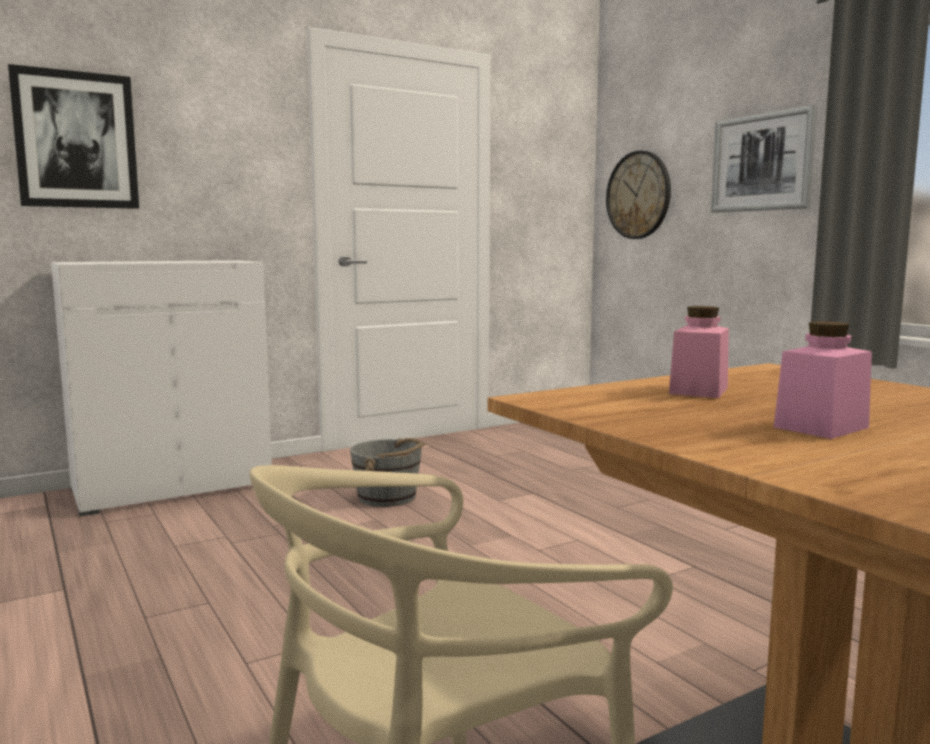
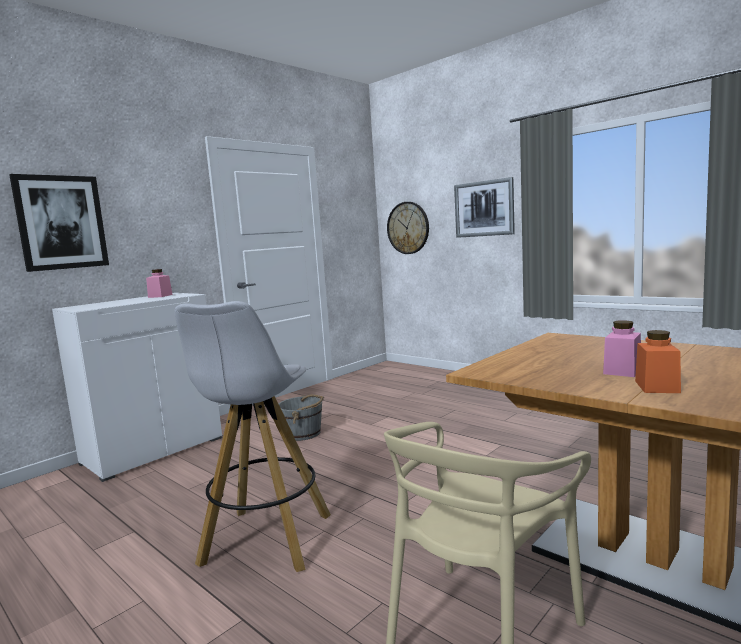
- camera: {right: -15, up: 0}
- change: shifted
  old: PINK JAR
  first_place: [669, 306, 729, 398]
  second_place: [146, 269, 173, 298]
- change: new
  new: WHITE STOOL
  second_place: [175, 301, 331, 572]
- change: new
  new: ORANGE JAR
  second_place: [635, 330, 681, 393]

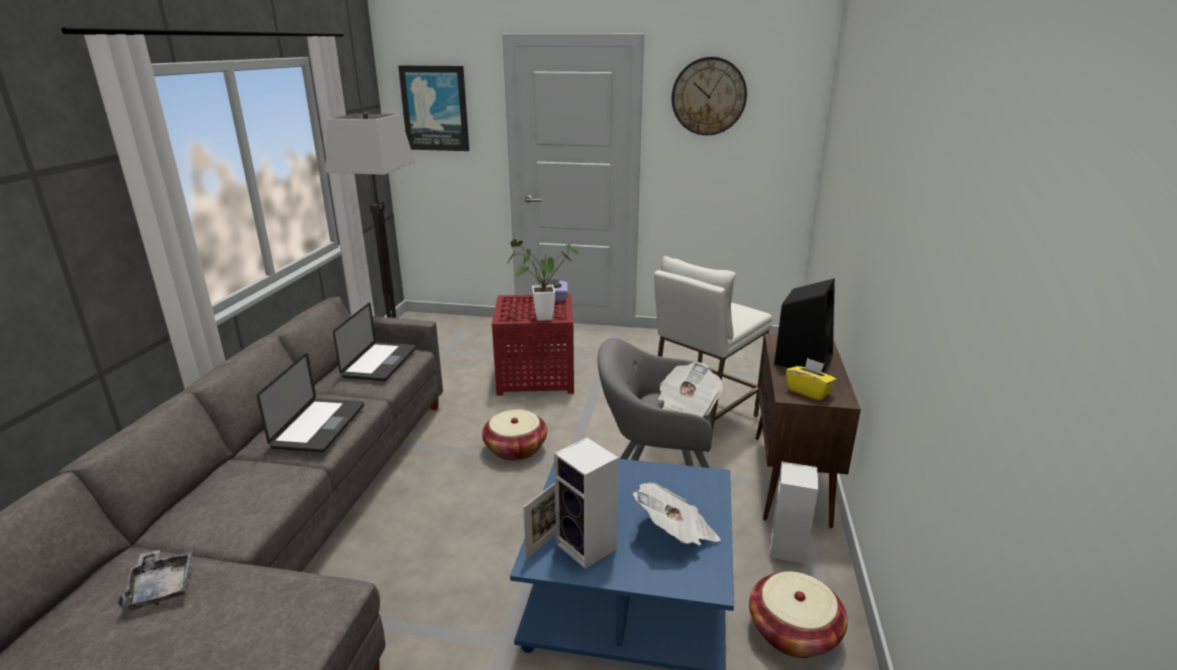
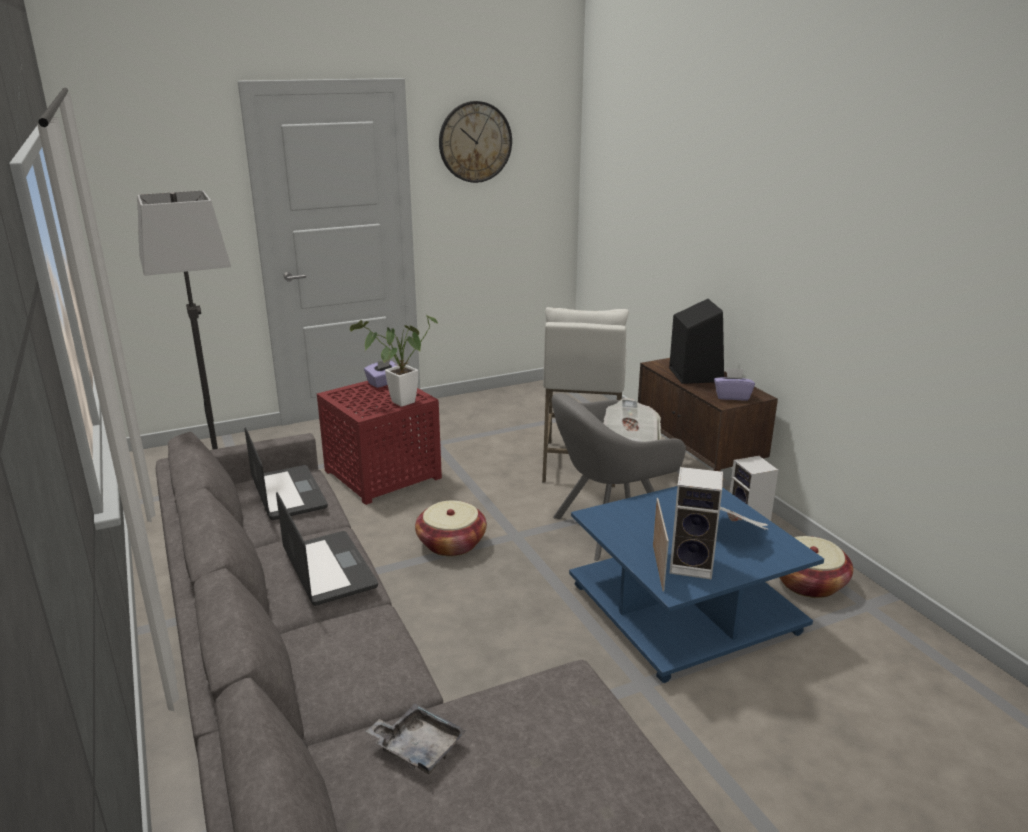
- camera: {right: -35, up: 0}
- change: gone
  old: PICTURE
  first_place: [398, 66, 469, 151]
- change: repainted
  old: YELLOW TISSUE BOX
  new: PURPLE TISSUE BOX
  first_place: [786, 358, 837, 401]
  second_place: [714, 368, 755, 400]

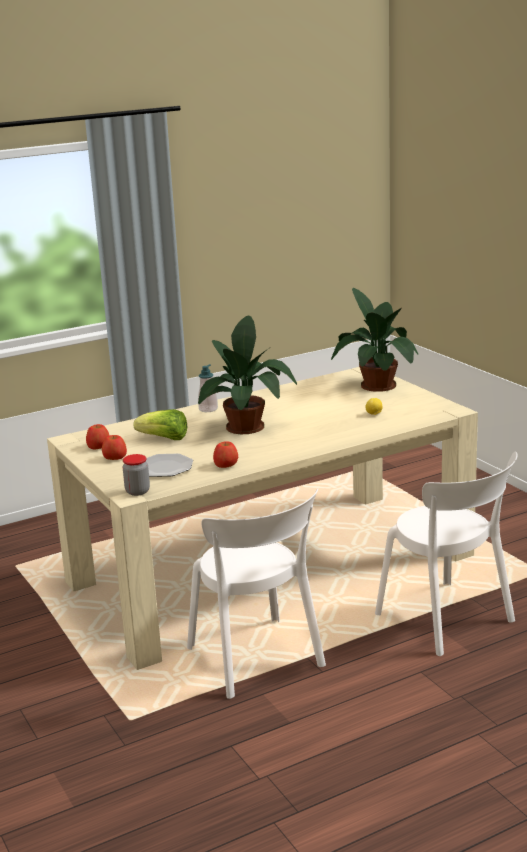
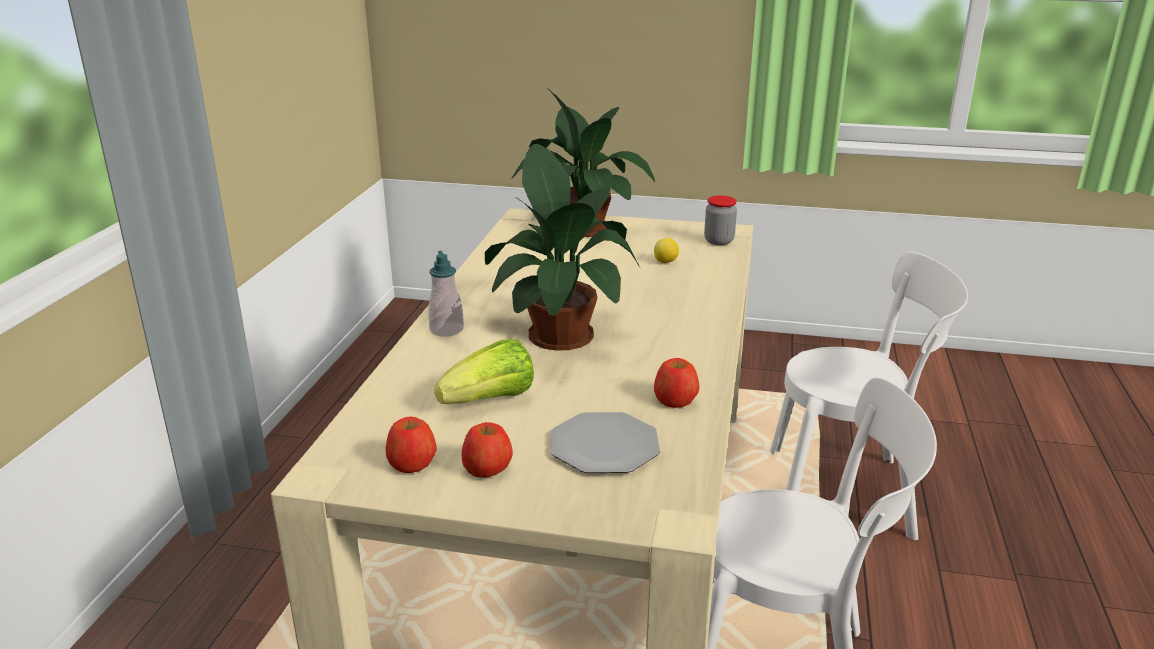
- camera: {right: -50, up: 5}
- change: shifted
  old: JAR
  first_place: [123, 454, 150, 496]
  second_place: [704, 195, 737, 245]

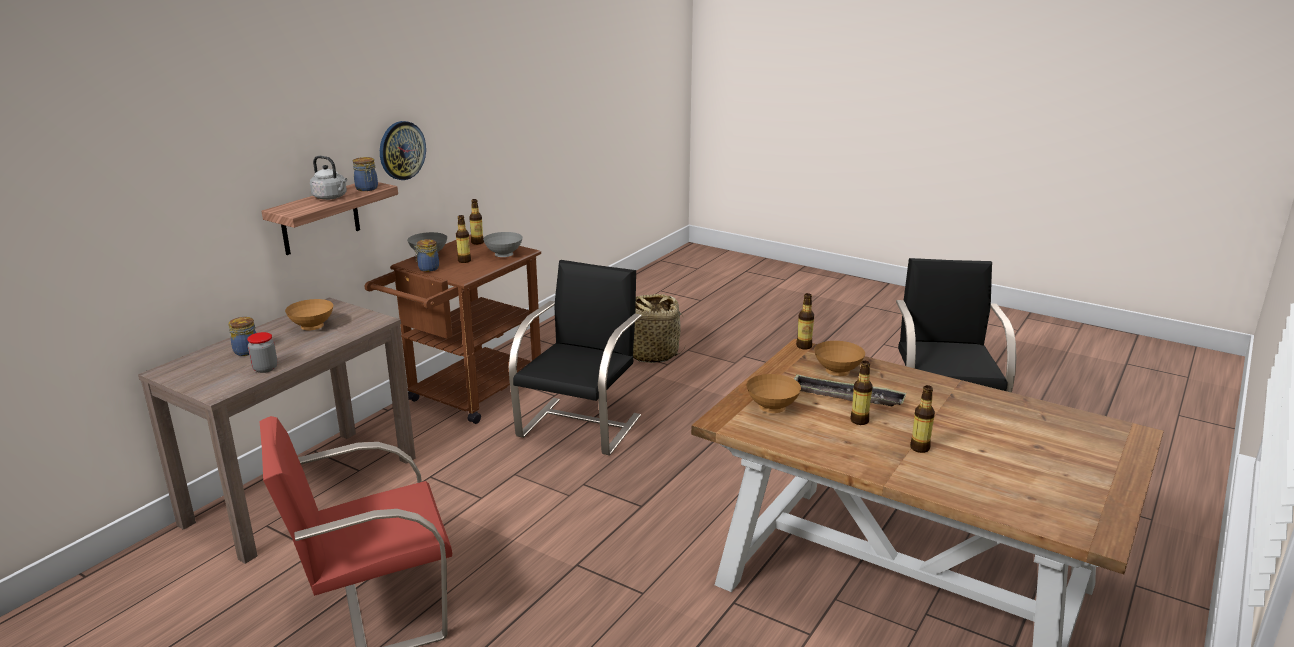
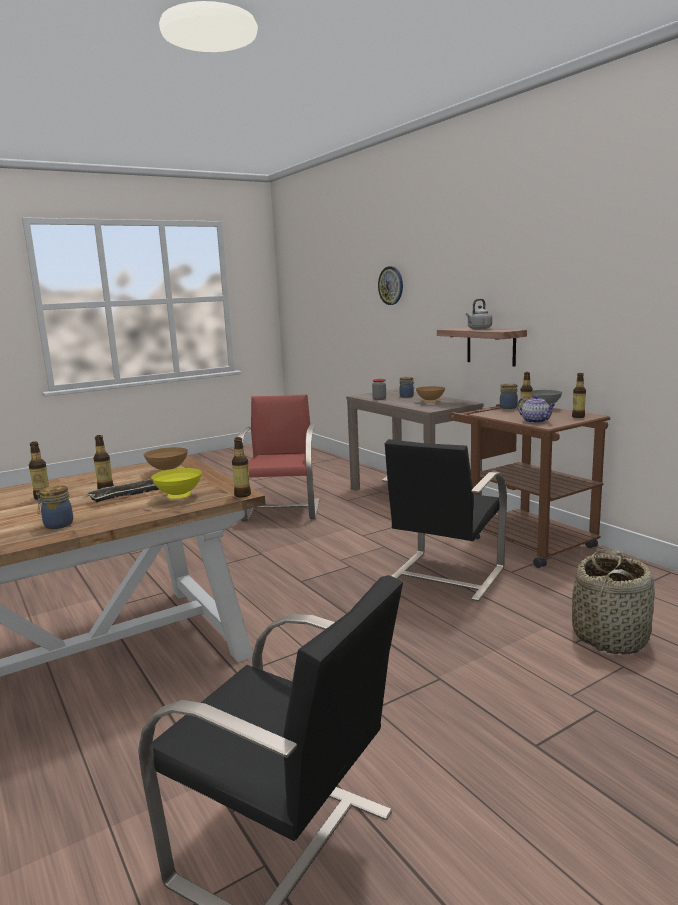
- camera: {right: 115, up: -10}
- change: shifted
  old: WALL CLOCK
  first_place: [380, 121, 426, 180]
  second_place: [378, 266, 403, 305]
- change: shifted
  old: JAR
  first_place: [353, 157, 378, 191]
  second_place: [36, 485, 73, 529]
- change: swapped
  old: GREY BOWL
  new: TEAPOT
  first_place: [483, 232, 523, 257]
  second_place: [517, 395, 556, 423]
- change: rotated
  old: BLACK CHAIR
  first_place: [509, 260, 642, 456]
  second_place: [382, 439, 507, 601]
  degrees: 75
- change: repainted
  old: BROWN BOWL
  new: YELLOW BOWL
  first_place: [814, 341, 865, 376]
  second_place: [151, 468, 202, 499]

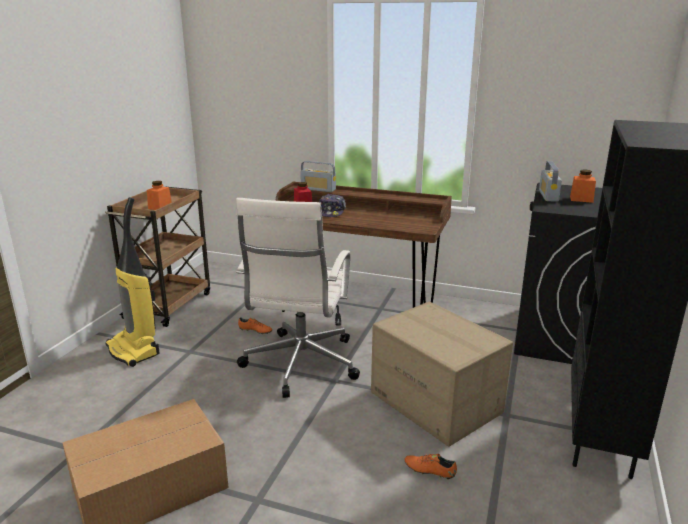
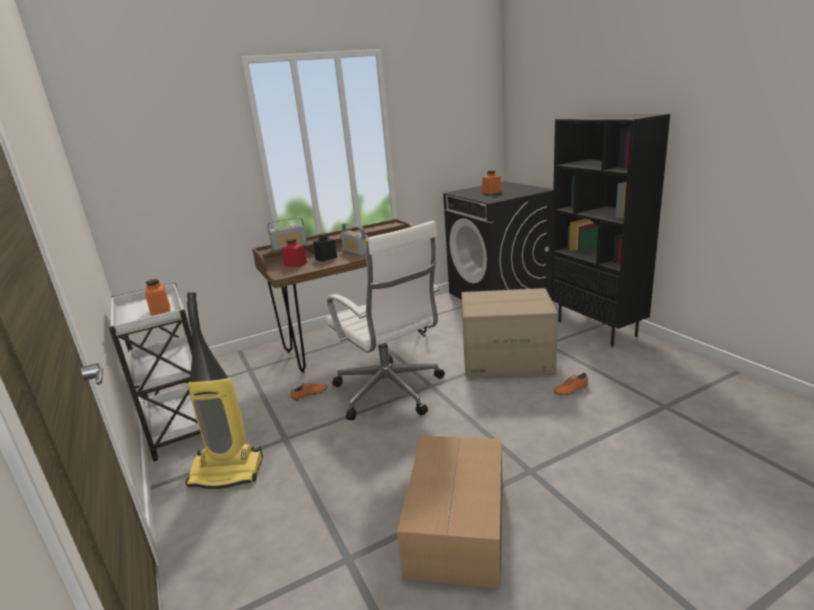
- camera: {right: -45, up: 0}
- change: shifted
  old: RADIO
  first_place: [539, 161, 562, 202]
  second_place: [341, 223, 368, 256]
- change: repainted
  old: BROWN CART
  new: WHITE CART
  first_place: [105, 187, 210, 327]
  second_place: [109, 282, 201, 461]
- change: swapped
  old: CAP
  new: BLACK JAR
  first_place: [319, 194, 346, 217]
  second_place: [313, 233, 337, 262]

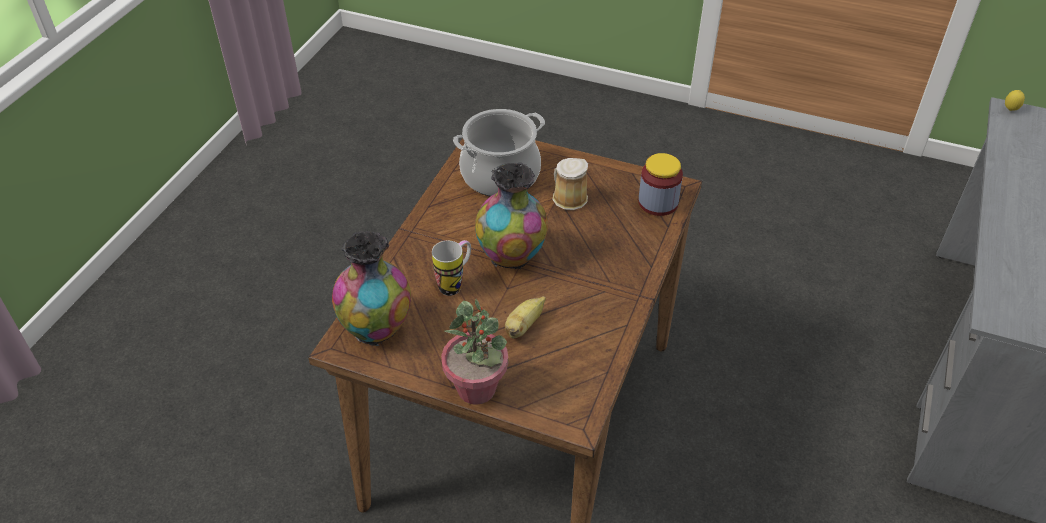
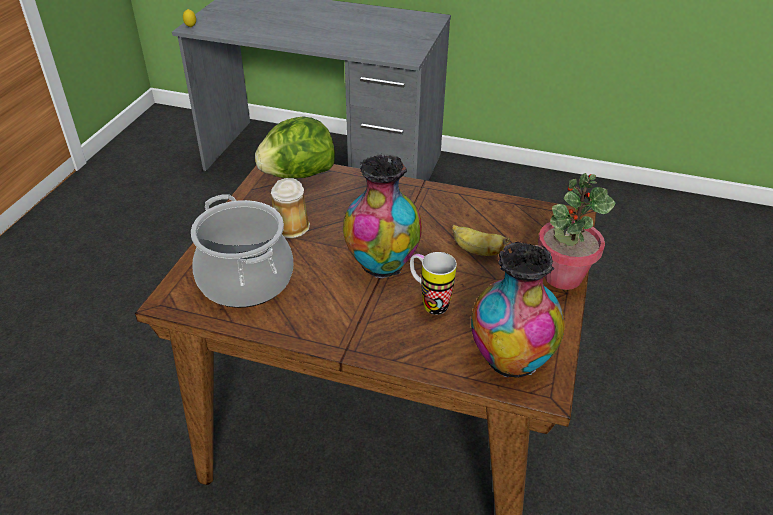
- camera: {right: -95, up: -5}
- change: swapped
  old: JAR
  new: LETTUCE
  first_place: [638, 153, 683, 216]
  second_place: [255, 116, 335, 178]

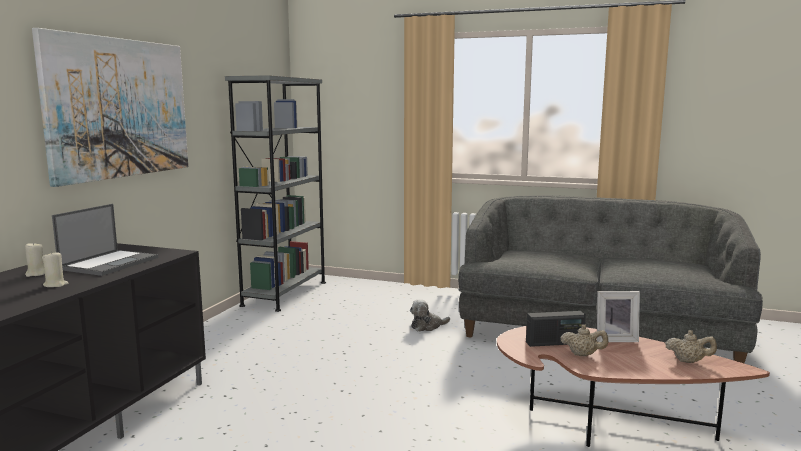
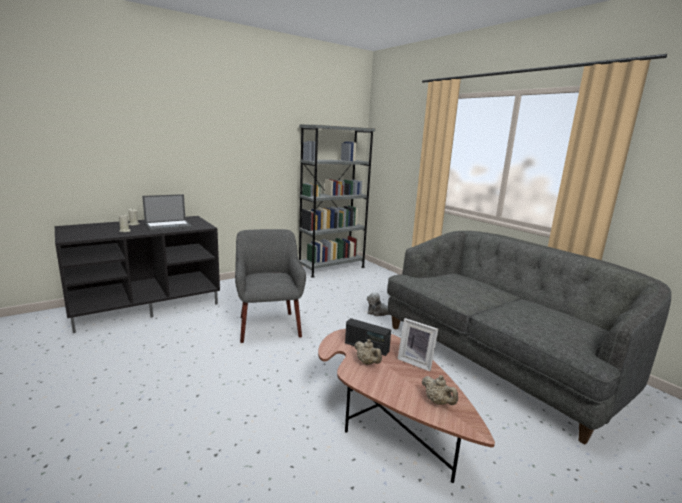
- camera: {right: 35, up: 5}
- change: gone
  old: PICTURE
  first_place: [32, 28, 188, 187]
- change: new
  new: GREY ARMCHAIR
  second_place: [235, 229, 306, 343]

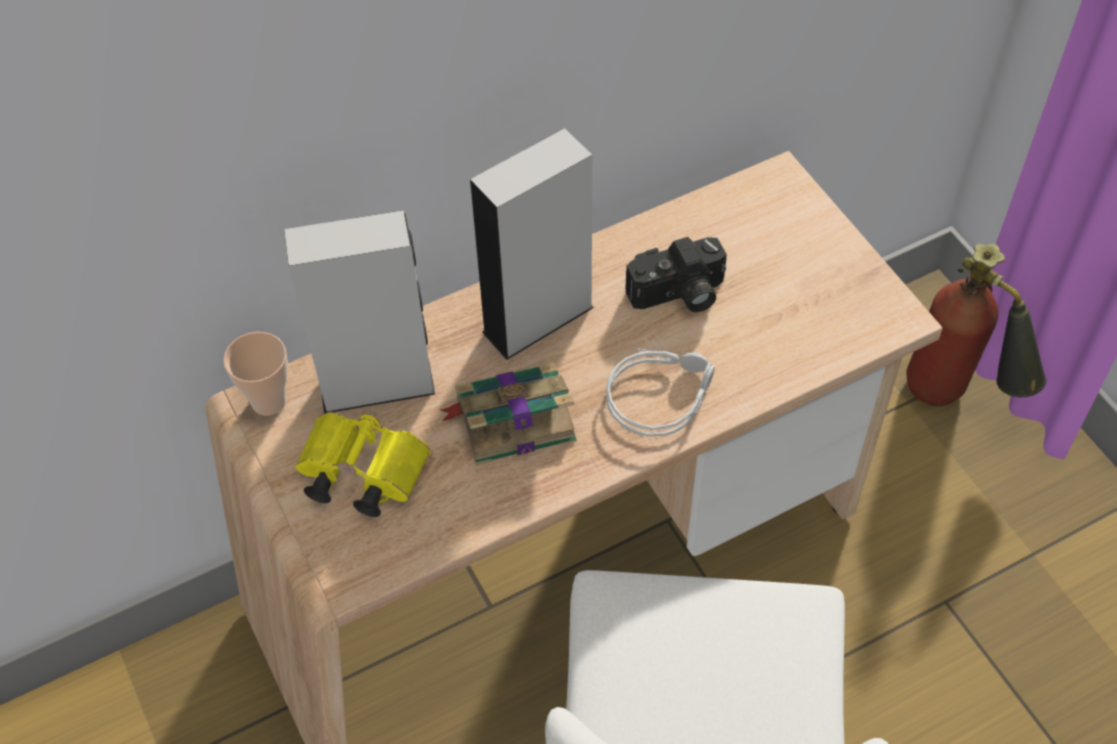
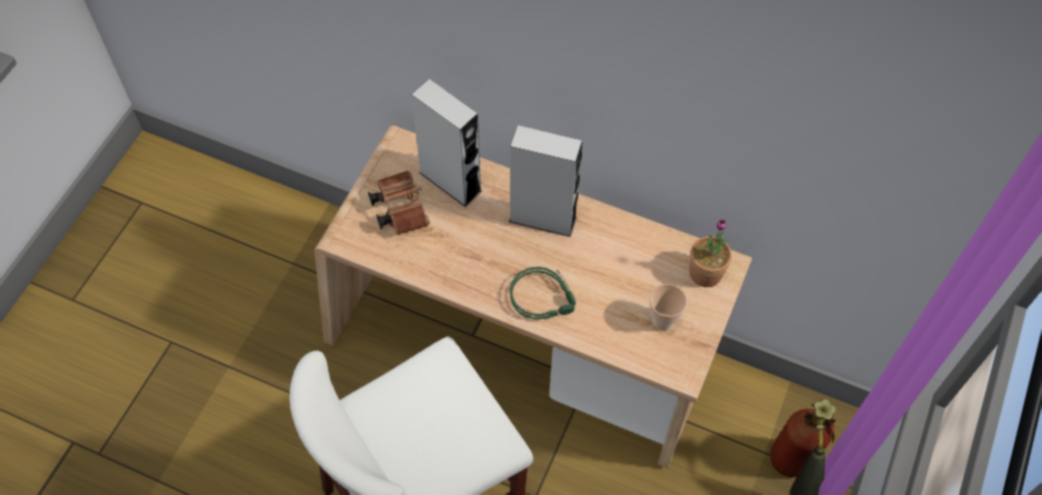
- camera: {right: 50, up: 5}
- change: gone
  old: PHOTO CAMERA
  first_place: [625, 237, 727, 312]
- change: shifted
  old: CUP
  first_place: [223, 332, 288, 416]
  second_place: [650, 284, 687, 331]
- change: repainted
  old: GREY HEADPHONES
  new: GREEN HEADPHONES
  first_place: [606, 349, 715, 437]
  second_place: [510, 267, 576, 320]
- change: gone
  old: BOOK
  first_place: [440, 363, 577, 465]
- change: repainted
  old: YELLOW BINOCULARS
  new: BROWN BINOCULARS
  first_place: [295, 411, 431, 517]
  second_place: [368, 171, 430, 235]
- change: new
  new: POTTED PLANT
  second_place: [689, 220, 732, 287]

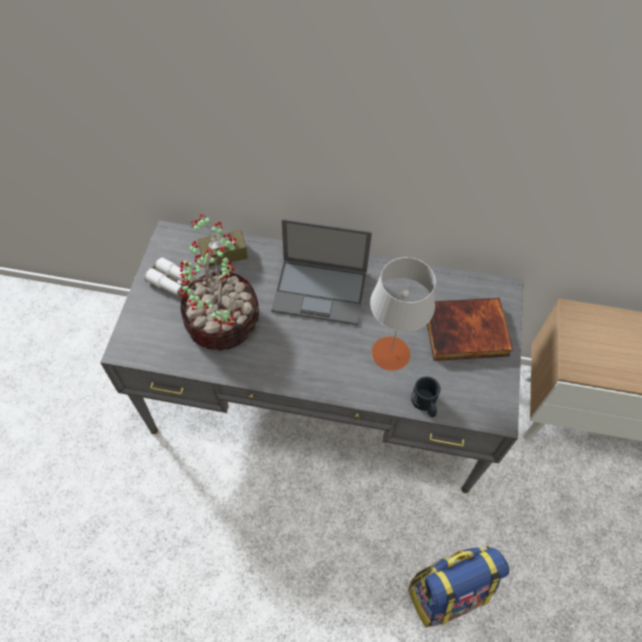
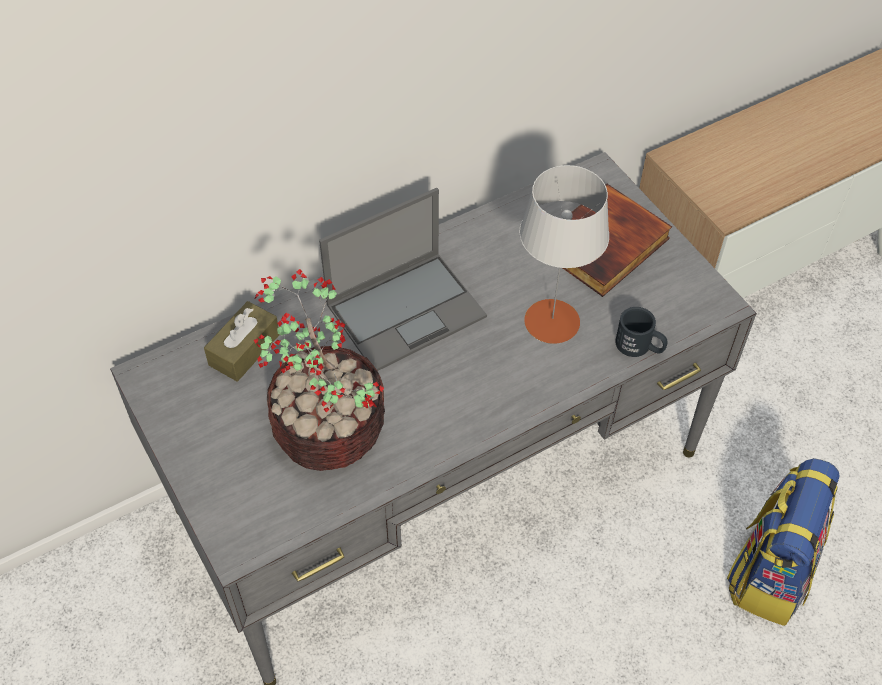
- camera: {right: -40, up: -5}
- change: gone
  old: WHITE BINOCULARS
  first_place: [145, 257, 198, 296]

